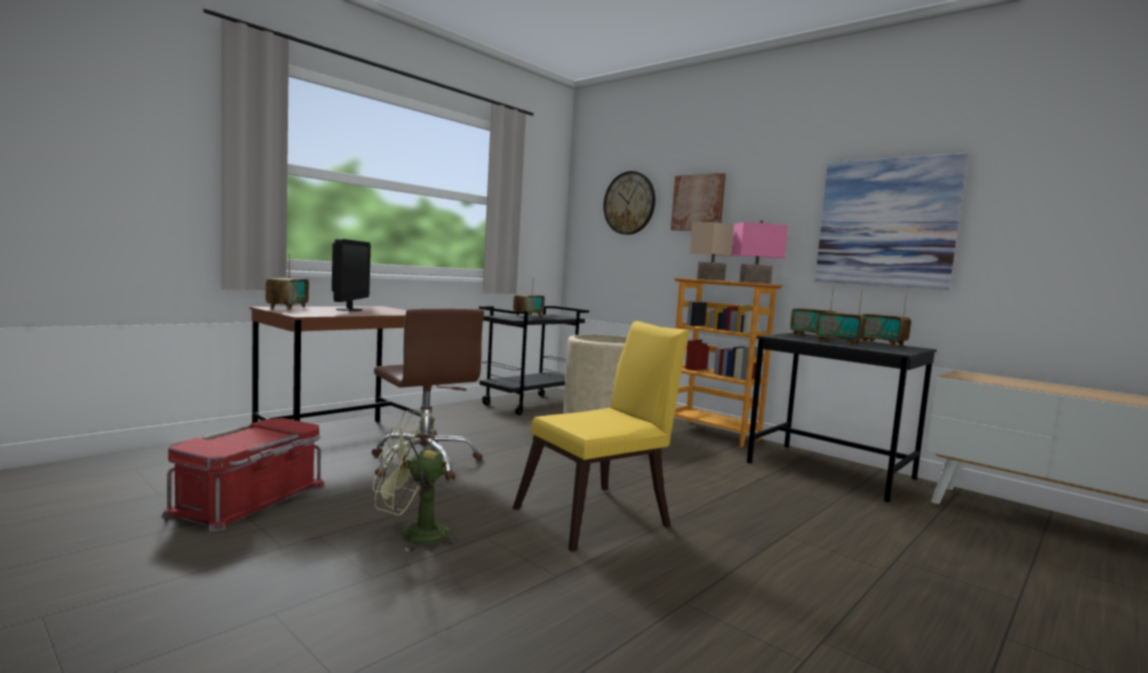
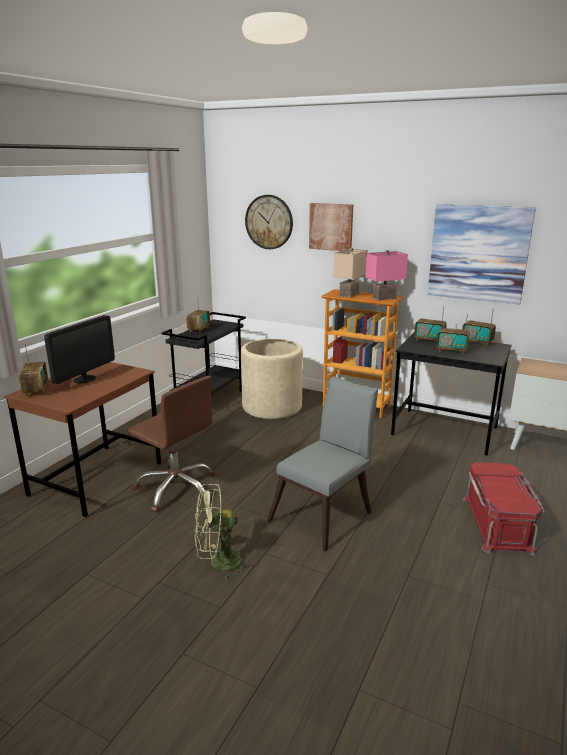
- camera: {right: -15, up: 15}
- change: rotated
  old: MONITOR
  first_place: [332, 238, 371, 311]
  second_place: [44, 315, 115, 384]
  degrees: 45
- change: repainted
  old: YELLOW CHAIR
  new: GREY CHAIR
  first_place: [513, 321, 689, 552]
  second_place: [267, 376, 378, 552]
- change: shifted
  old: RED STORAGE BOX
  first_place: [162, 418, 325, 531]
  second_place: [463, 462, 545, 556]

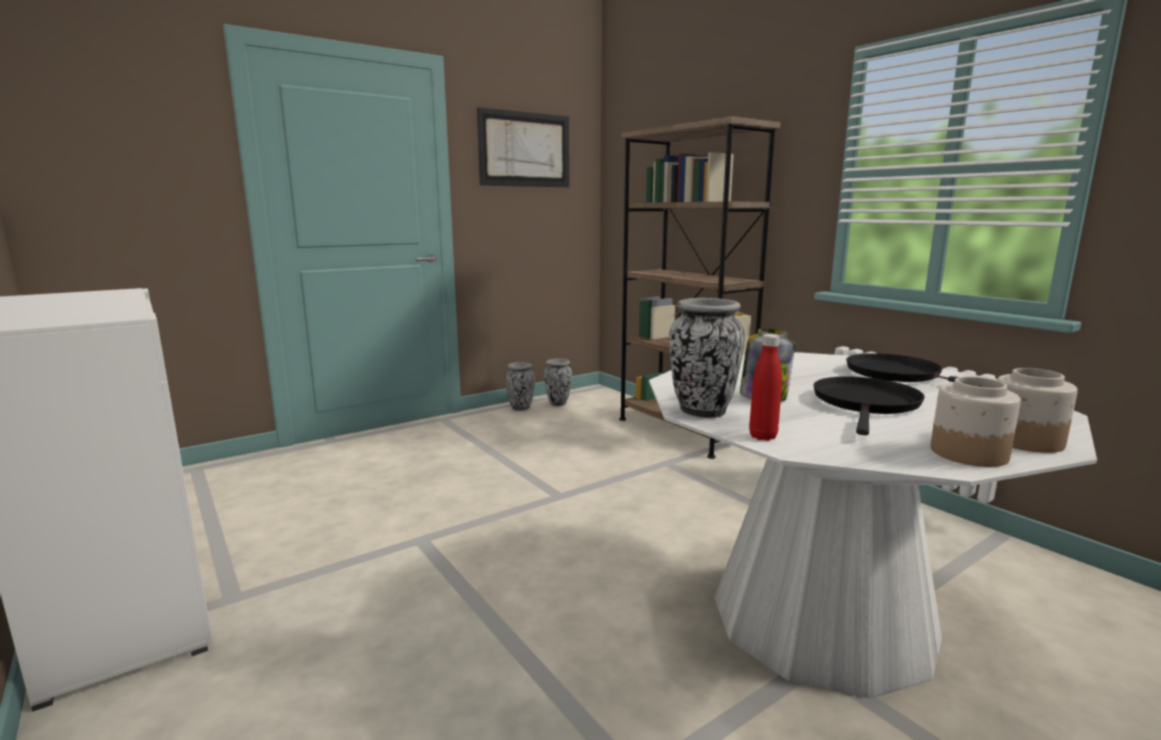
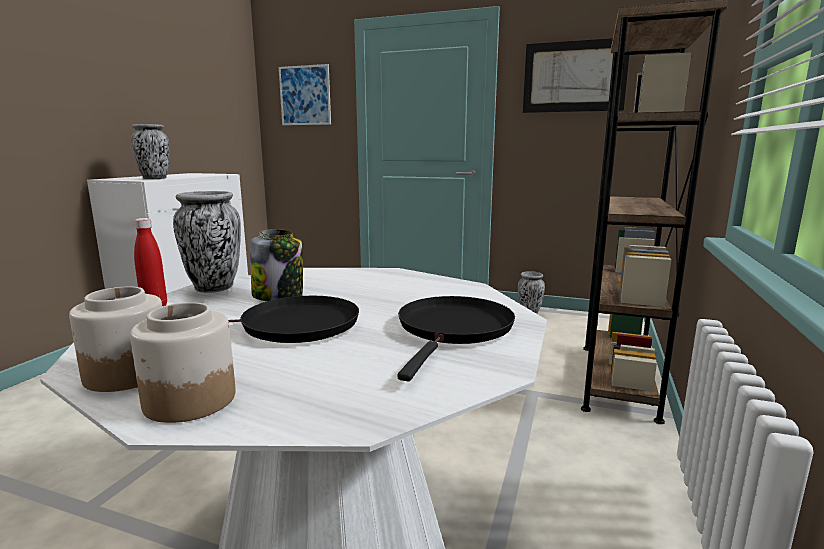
- camera: {right: 55, up: 0}
- change: shifted
  old: VASE
  first_place: [544, 359, 572, 406]
  second_place: [131, 124, 169, 179]
- change: new
  new: PICTURE
  second_place: [279, 64, 331, 125]

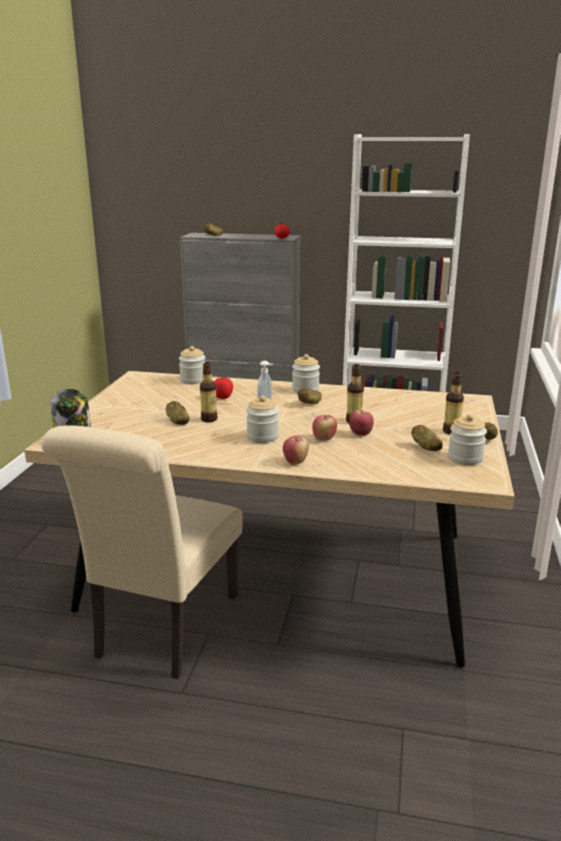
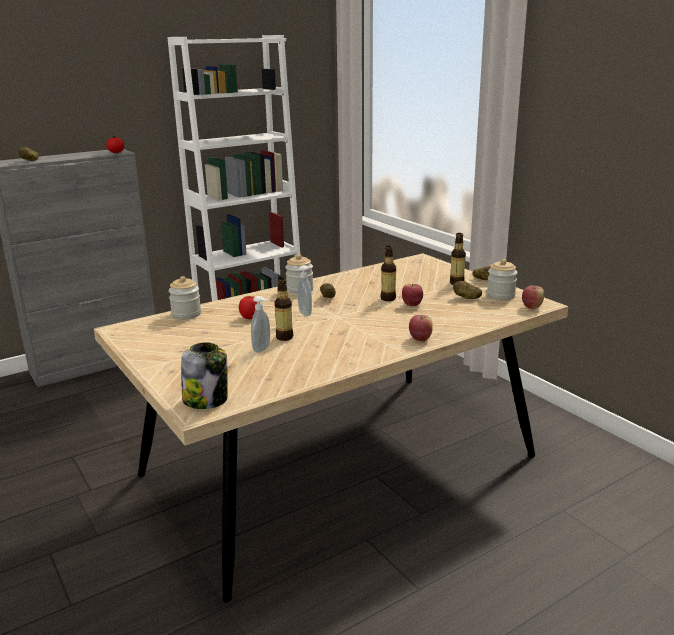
- camera: {right: -45, up: 0}
- change: gone
  old: JAR
  first_place: [246, 396, 279, 443]
- change: swapped
  old: POTATO
  new: SOAP DISPENSER
  first_place: [166, 401, 189, 425]
  second_place: [251, 296, 270, 353]
- change: shifted
  old: APPLE
  first_place: [312, 415, 337, 441]
  second_place: [522, 285, 545, 309]
- change: gone
  old: BEIGE CHAIR
  first_place: [41, 425, 243, 679]

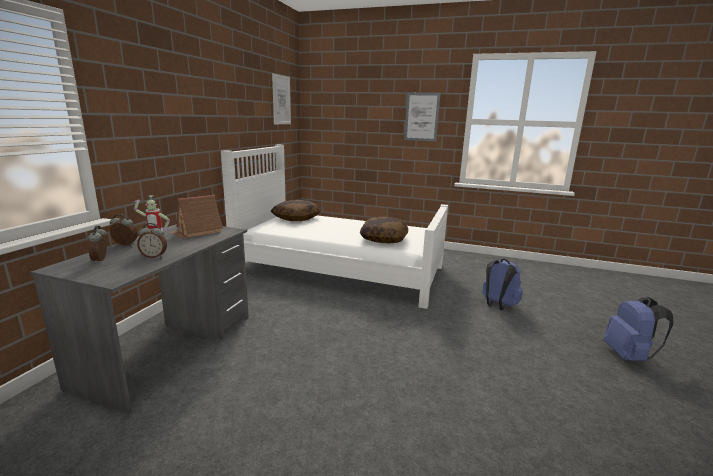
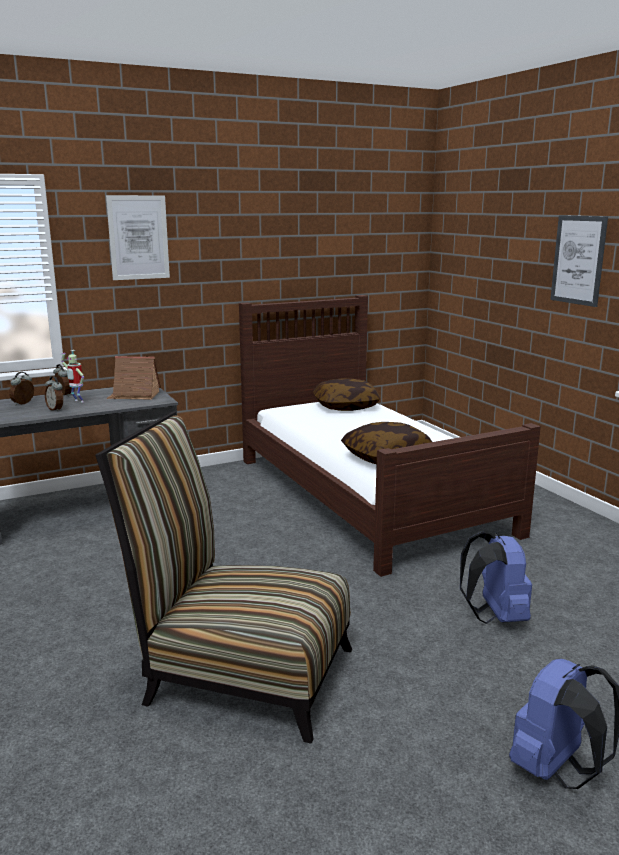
- camera: {right: 45, up: 0}
- change: shifted
  old: PICTURE
  first_place: [272, 73, 291, 124]
  second_place: [106, 195, 170, 280]
- change: repainted
  old: WHITE BED
  new: BROWN BED
  first_place: [221, 144, 448, 309]
  second_place: [239, 295, 541, 577]
- change: new
  new: CHAIR
  second_place: [95, 411, 352, 744]

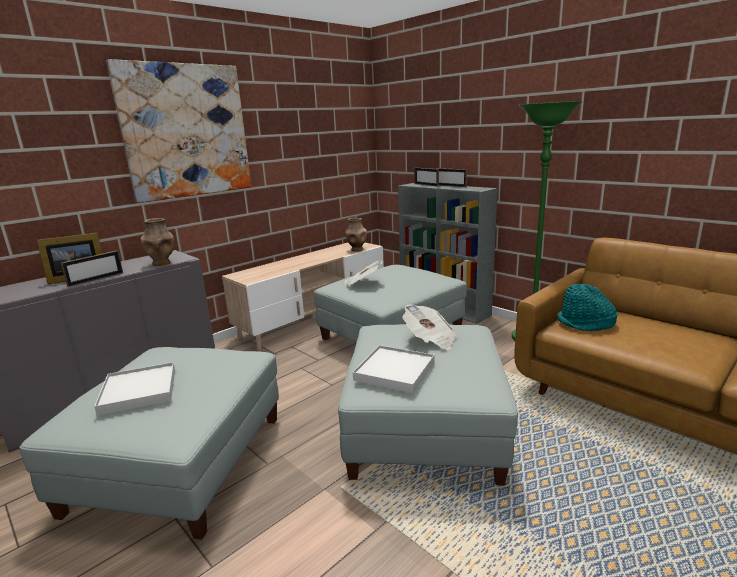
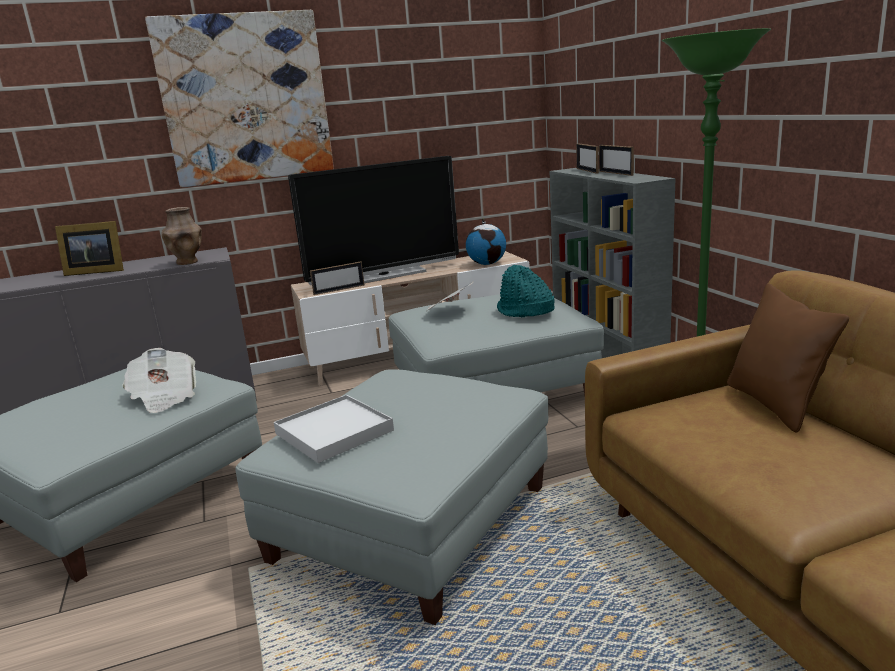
- camera: {right: 25, up: 0}
- change: swapped
  old: BROWN VASE
  new: GLOBE
  first_place: [345, 218, 367, 251]
  second_place: [466, 218, 506, 265]
- change: shifted
  old: PICTURE FRAME
  first_place: [61, 250, 123, 287]
  second_place: [310, 262, 364, 295]
- change: shifted
  old: TURQUOISE HAT
  first_place: [557, 284, 618, 331]
  second_place: [497, 265, 555, 317]
- change: shifted
  old: NEWSPAPER
  first_place: [402, 304, 456, 350]
  second_place: [123, 348, 196, 413]
- change: gone
  old: WHITE TRAY
  first_place: [94, 362, 175, 416]
- change: new
  new: TELEVISION
  second_place: [288, 156, 459, 285]
- change: new
  new: BROWN PILLOW
  second_place: [727, 283, 849, 433]

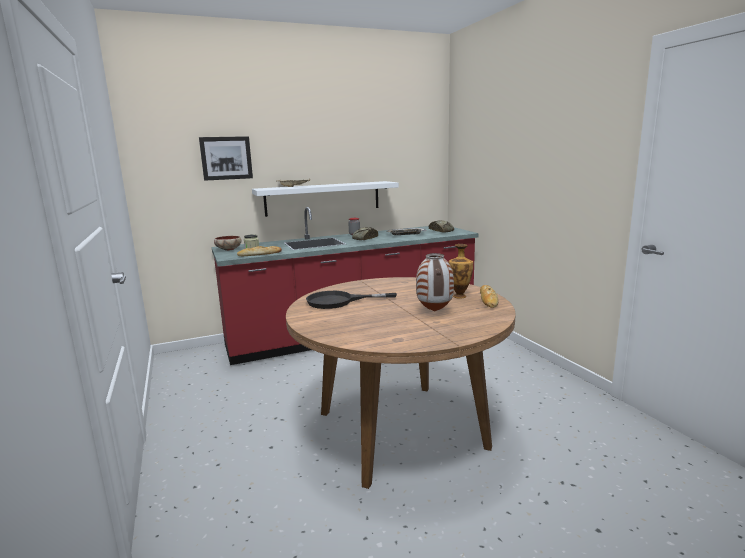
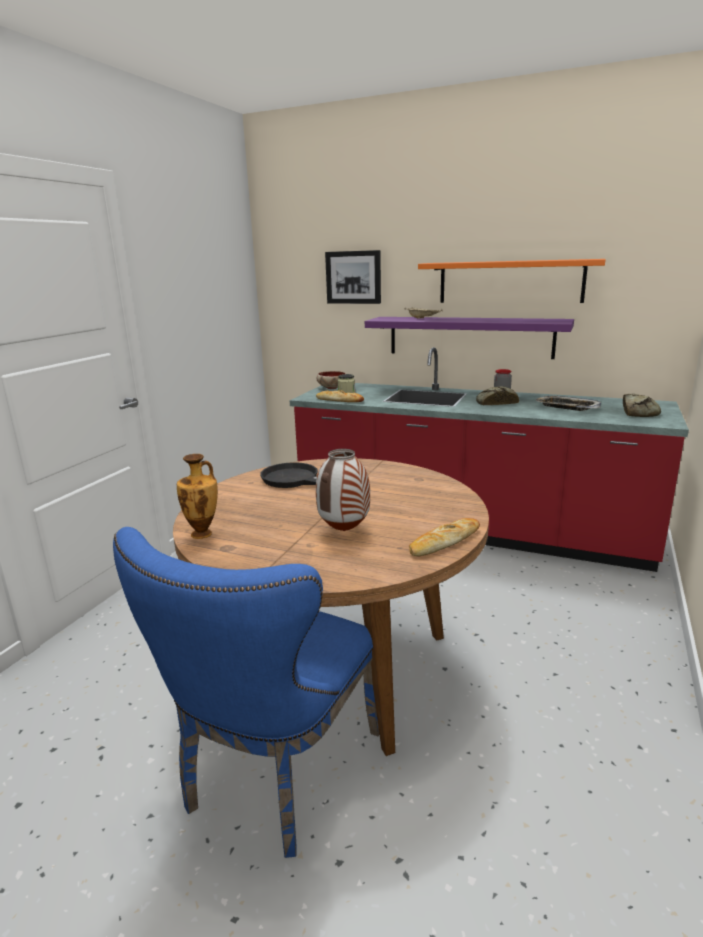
- camera: {right: 45, up: 5}
- change: repainted
  old: WHITE SHELF
  new: PURPLE SHELF
  first_place: [252, 181, 399, 217]
  second_place: [365, 317, 574, 359]
- change: shifted
  old: VASE
  first_place: [449, 244, 473, 299]
  second_place: [177, 454, 218, 539]
- change: new
  new: ORANGE SHELF
  second_place: [418, 259, 606, 303]
- change: new
  new: BLUE CHAIR
  second_place: [113, 527, 379, 858]

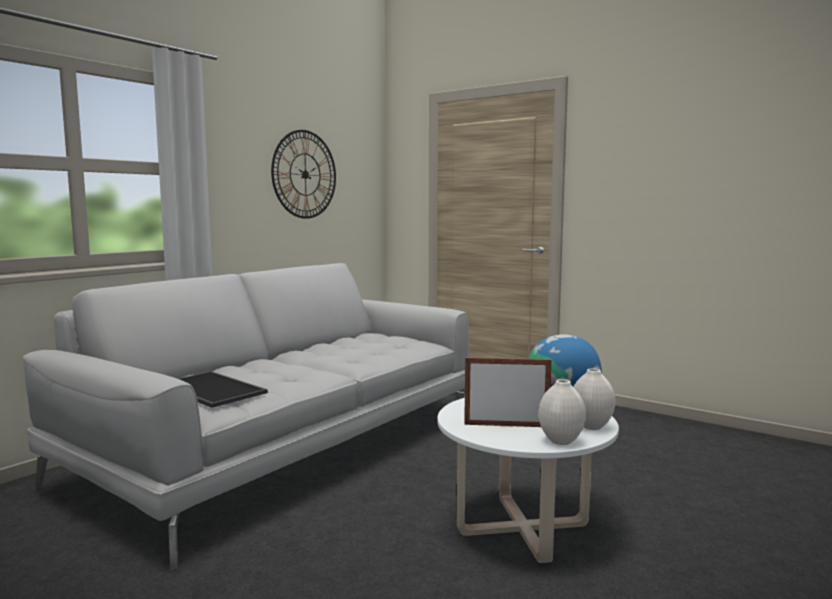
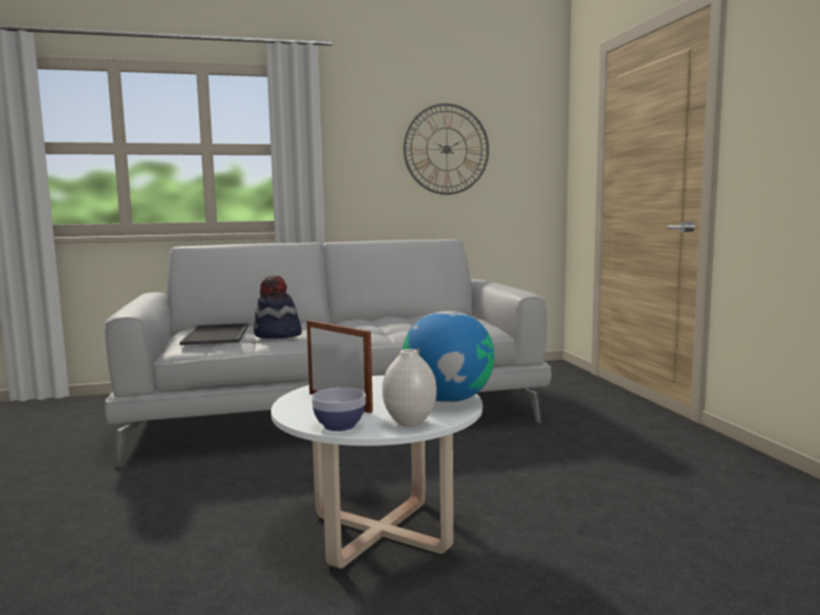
- camera: {right: 40, up: 0}
- change: swapped
  old: WHITE VASE
  new: BOWL
  first_place: [539, 379, 586, 445]
  second_place: [311, 388, 366, 431]
- change: new
  new: HAT
  second_place: [253, 276, 302, 339]

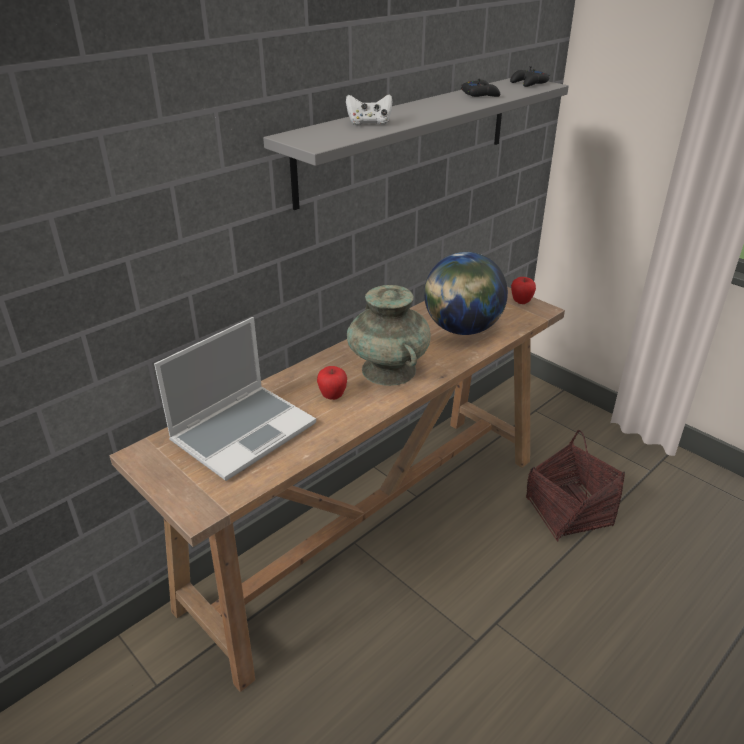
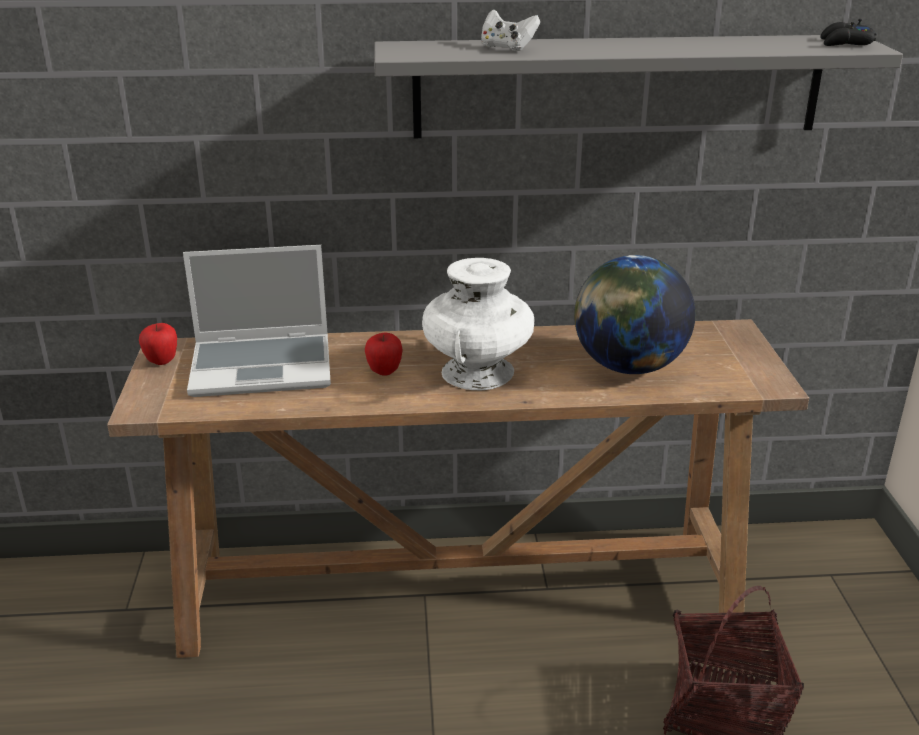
- camera: {right: 40, up: -5}
- change: gone
  old: BLACK GAME CONTROLLER
  first_place: [461, 79, 500, 97]
- change: shifted
  old: APPLE
  first_place: [511, 277, 536, 304]
  second_place: [139, 323, 177, 365]
- change: repainted
  old: TURQUOISE VASE
  new: WHITE VASE
  first_place: [347, 285, 431, 386]
  second_place: [422, 258, 535, 391]

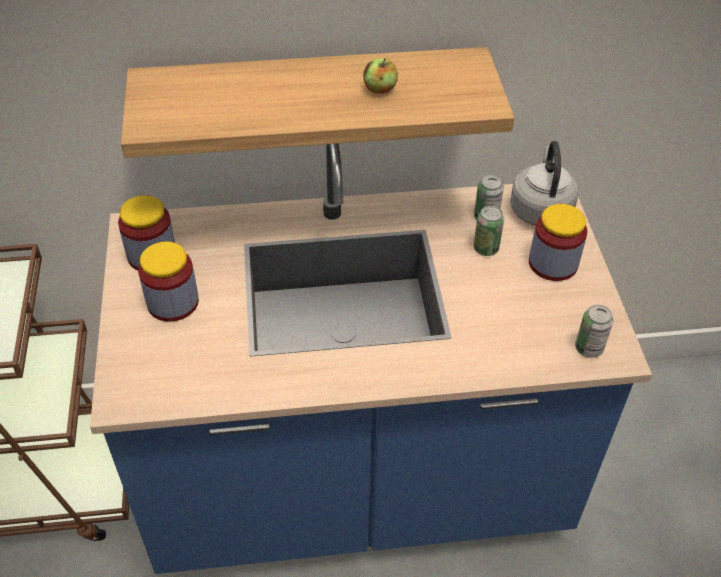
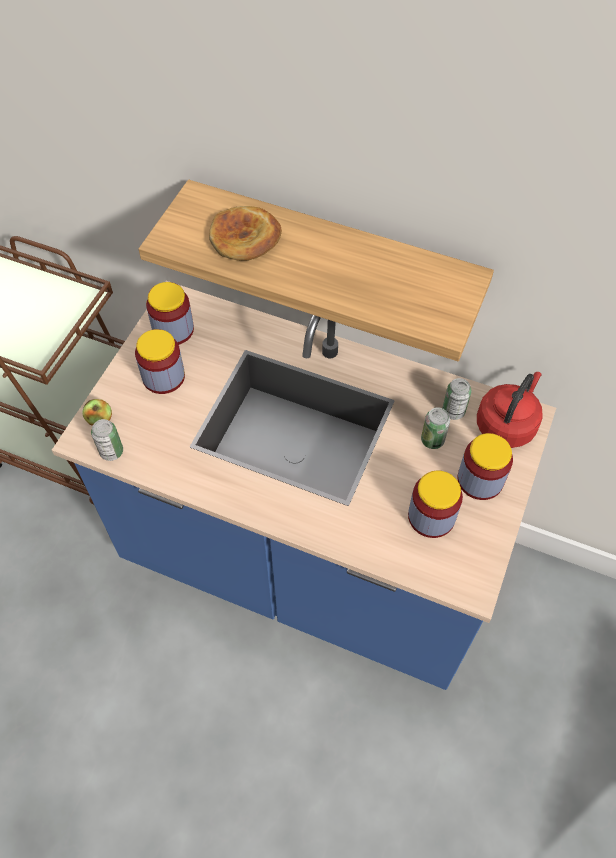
- camera: {right: 30, up: 10}
- change: shifted
  old: APPLE
  first_place: [363, 58, 398, 94]
  second_place: [82, 399, 112, 426]
- change: repainted
  old: GREY KETTLE
  new: RED KETTLE
  first_place: [510, 141, 579, 226]
  second_place: [477, 372, 543, 448]
- change: shifted
  old: CAN
  first_place: [575, 305, 613, 358]
  second_place: [91, 419, 123, 461]
- change: new
  new: BREAD
  second_place: [209, 206, 282, 261]
- change: new
  new: JAR
  second_place: [408, 471, 463, 538]

